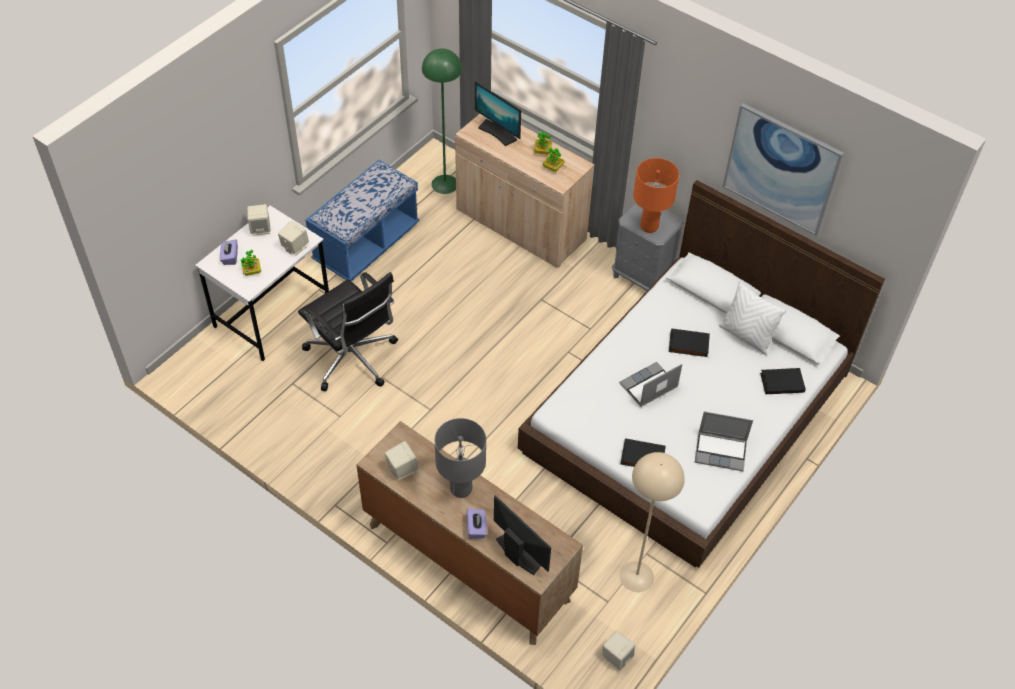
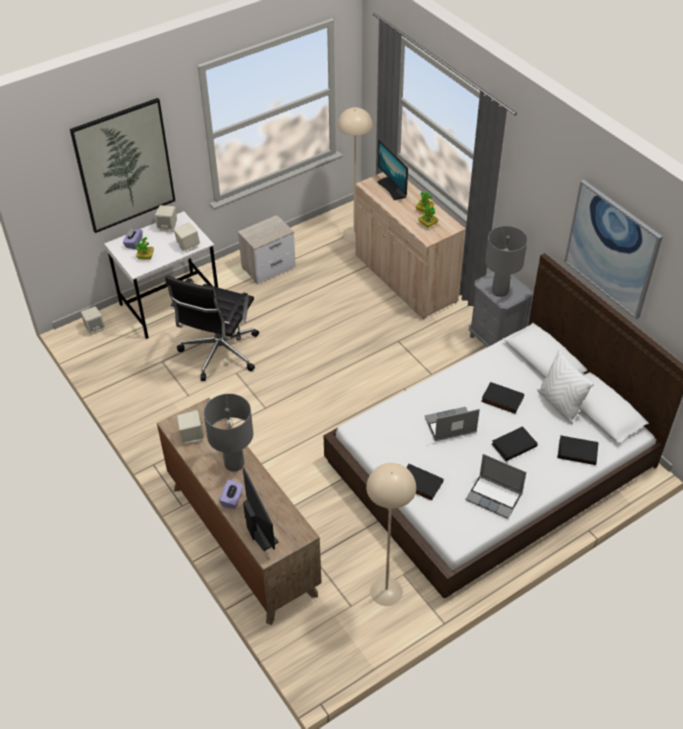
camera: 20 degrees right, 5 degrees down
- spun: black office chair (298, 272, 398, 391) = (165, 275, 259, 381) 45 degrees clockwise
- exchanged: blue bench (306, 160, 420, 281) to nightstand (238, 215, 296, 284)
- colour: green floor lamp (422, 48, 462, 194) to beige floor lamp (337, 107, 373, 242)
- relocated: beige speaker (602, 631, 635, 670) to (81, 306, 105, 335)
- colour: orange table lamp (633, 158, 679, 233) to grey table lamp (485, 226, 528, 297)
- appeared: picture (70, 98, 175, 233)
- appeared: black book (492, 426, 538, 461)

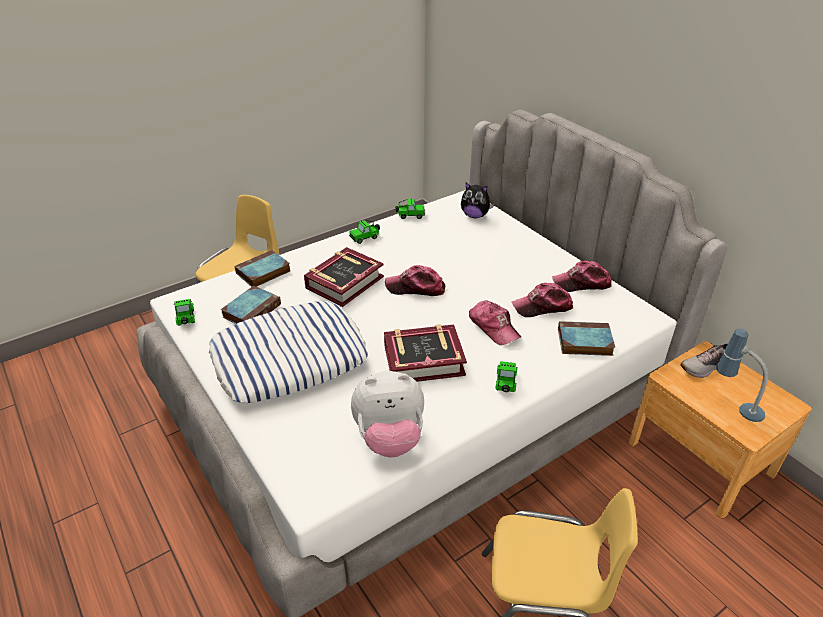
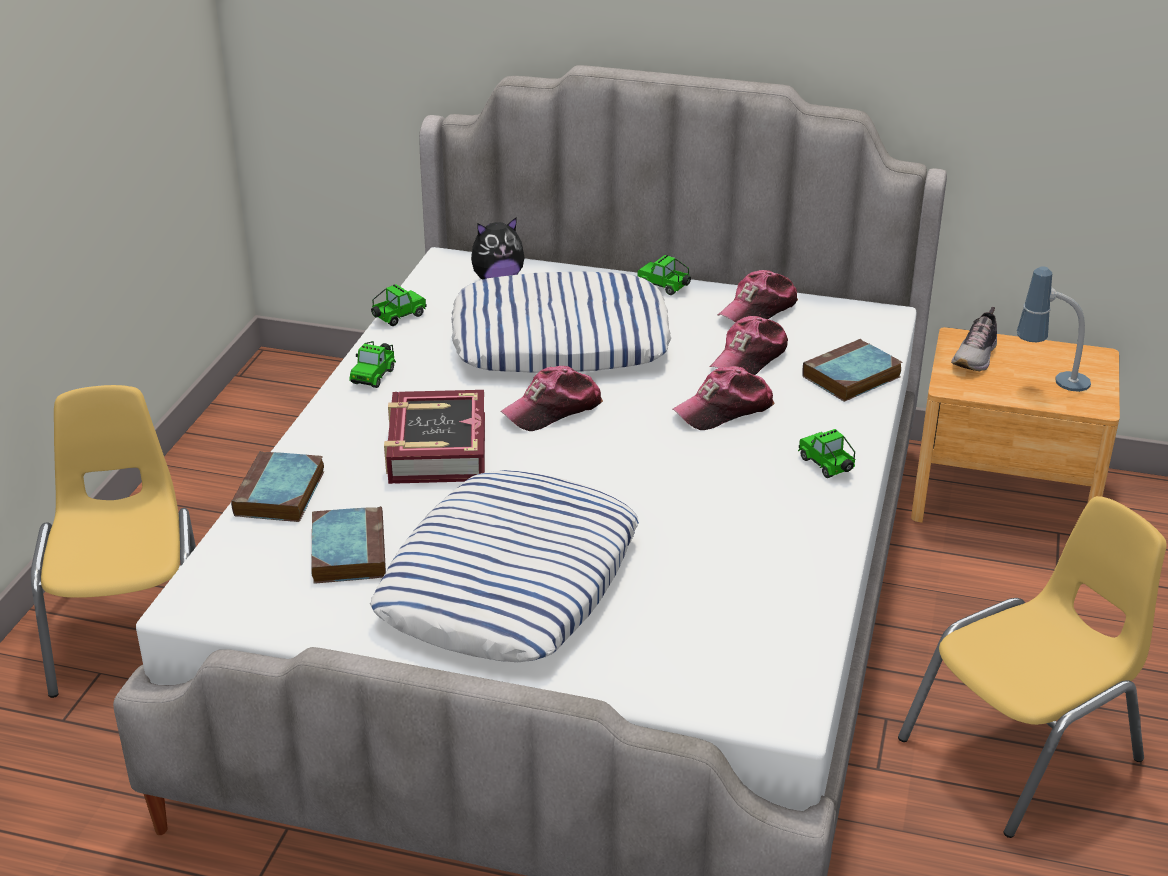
camera: 40 degrees left, 5 degrees down
- relocated: toy car (174, 299, 195, 326) to (637, 255, 691, 295)
- missing: plush toy (351, 371, 424, 457)
- missing: book (384, 324, 467, 382)
- spun: cap (469, 300, 521, 345) = (673, 366, 775, 430) 135 degrees clockwise
- appeared: pillow (451, 271, 671, 373)

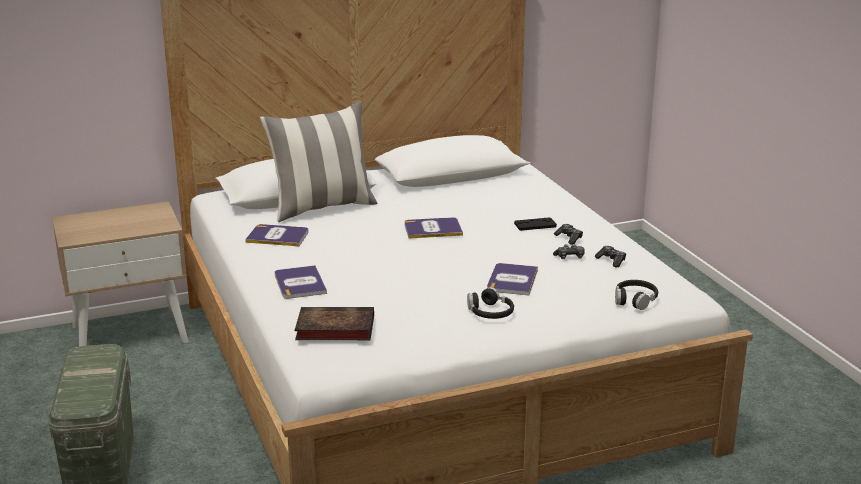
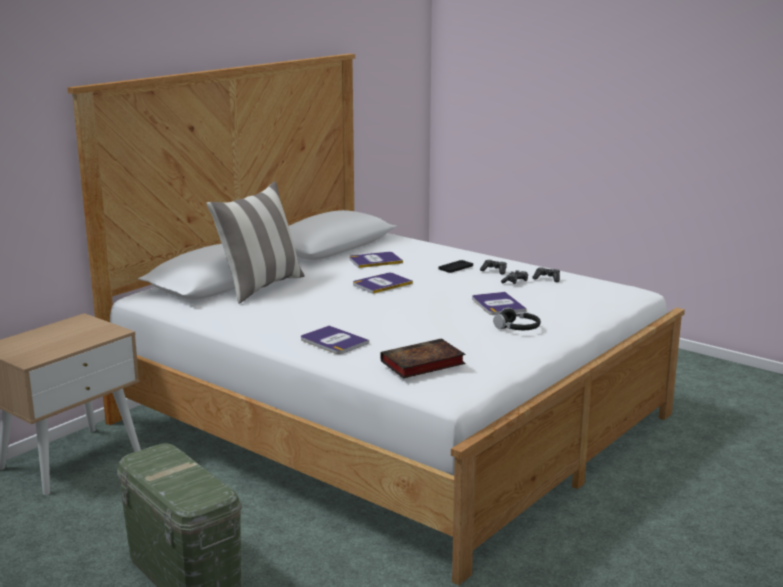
camera: 30 degrees left, 5 degrees down
- relocated: book (245, 224, 309, 246) to (349, 252, 403, 268)
- missing: black headphones (615, 280, 658, 310)

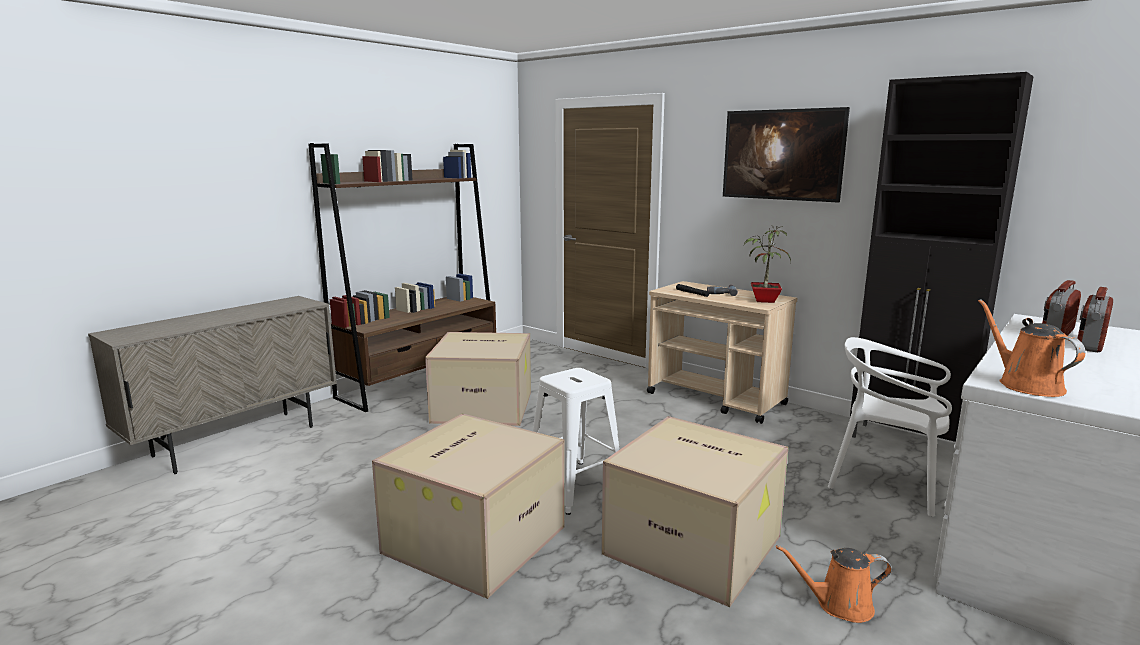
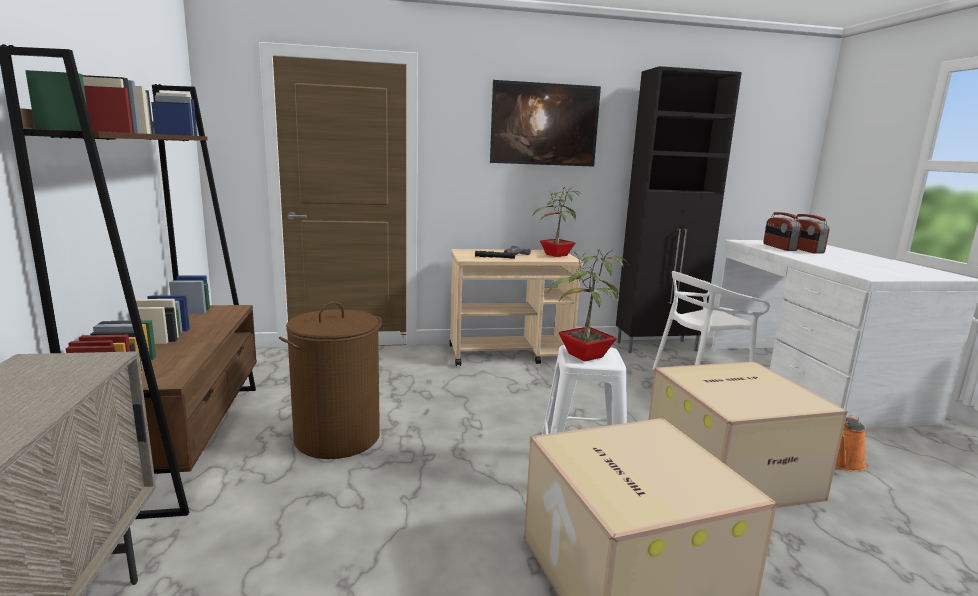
camera: 50 degrees left, 0 degrees up
- exchanged: cardboard box (425, 332, 531, 426) to brown laundry basket (279, 302, 382, 459)
- missing: orange watering can (978, 299, 1085, 397)
- appeared: potted plant (547, 249, 629, 361)

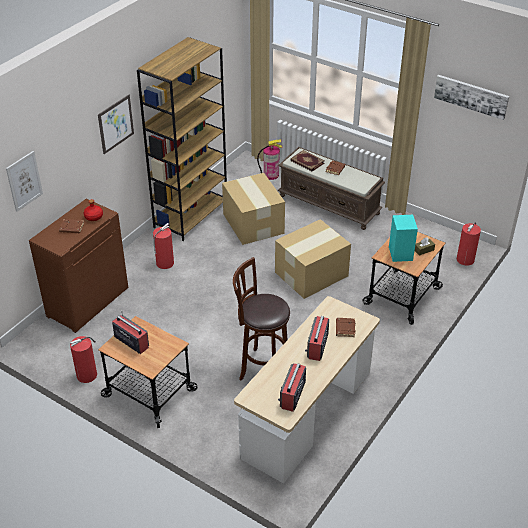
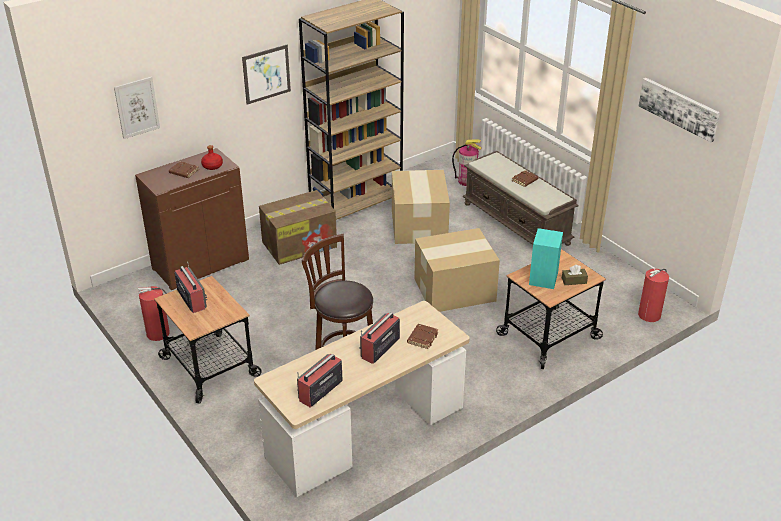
camera: 20 degrees right, 5 degrees down
- exchanged: fire extinguisher (153, 223, 174, 269) to cardboard box (259, 190, 337, 265)
- missing: book (291, 150, 325, 172)

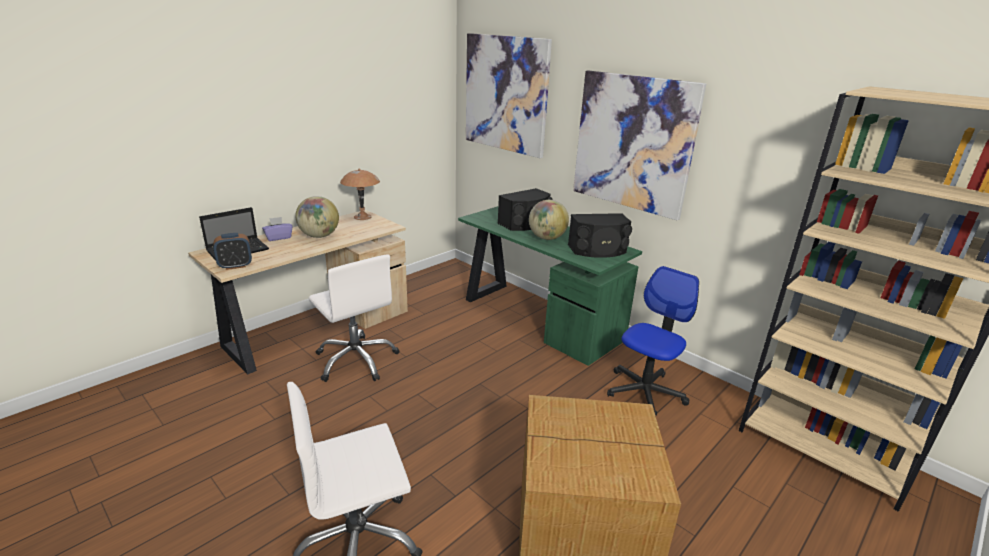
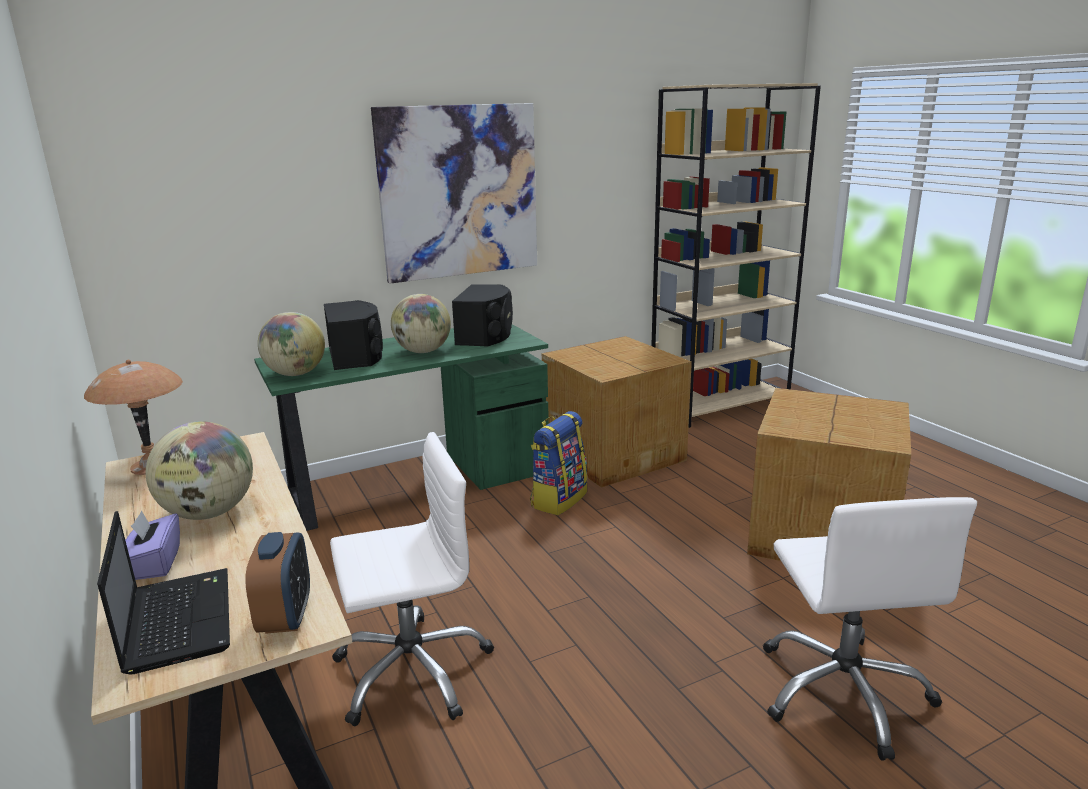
camera: 70 degrees left, 5 degrees down
- missing: picture (466, 33, 552, 158)
- exchanged: office chair (607, 266, 699, 415) to cardboard box (542, 336, 692, 488)
- appeared: globe (258, 312, 325, 376)
- appeared: backpack (530, 411, 588, 515)

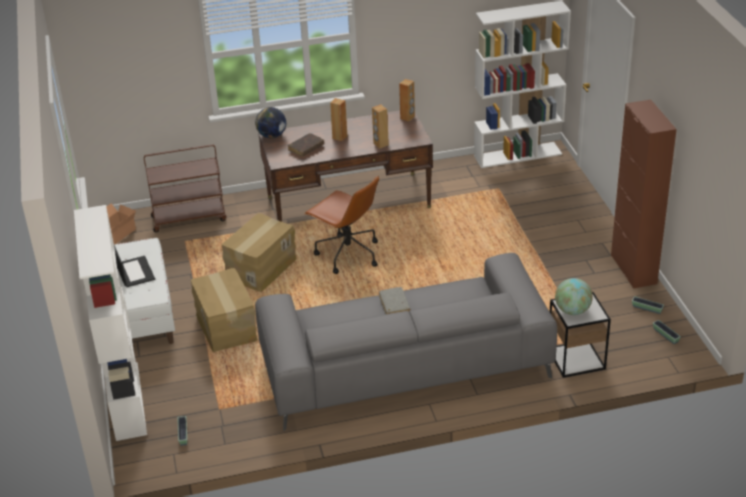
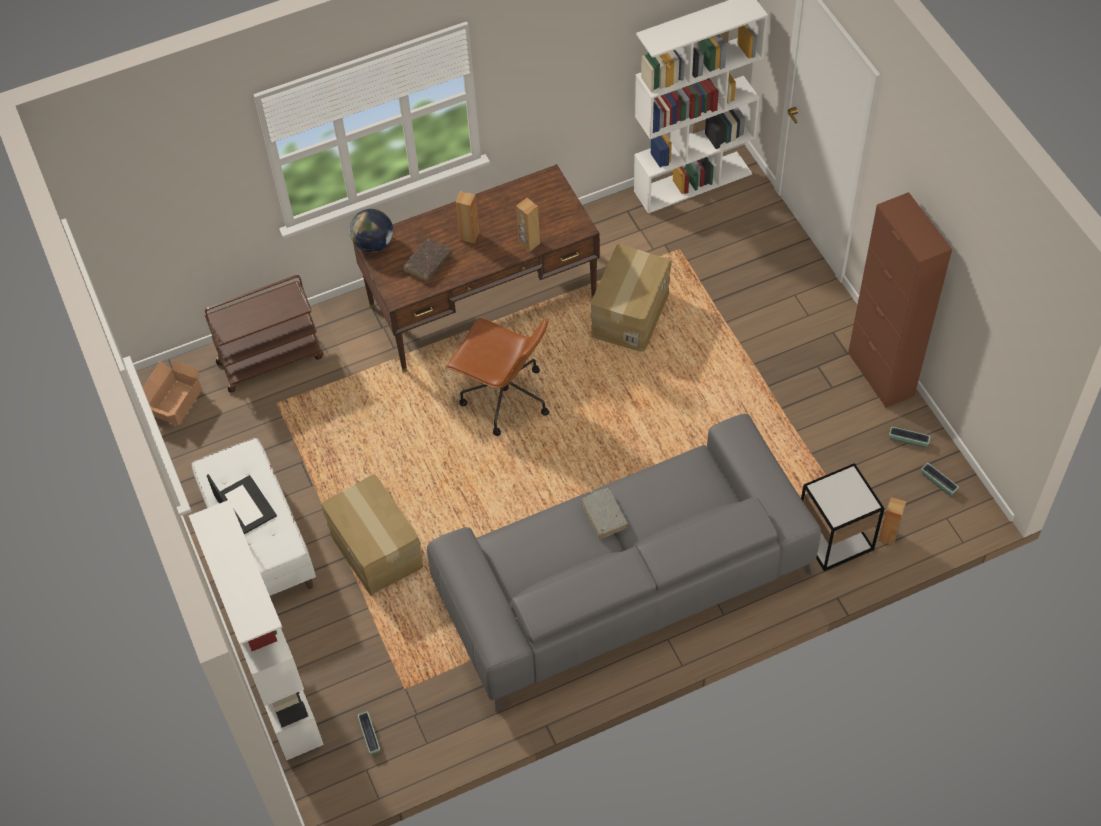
camera: 10 degrees left, 20 degrees up
- relocated: cardboard box (222, 213, 296, 292) to (590, 244, 672, 352)
- relocated: brown speaker (399, 79, 415, 122) to (879, 497, 906, 545)
- missing: globe (555, 278, 593, 315)

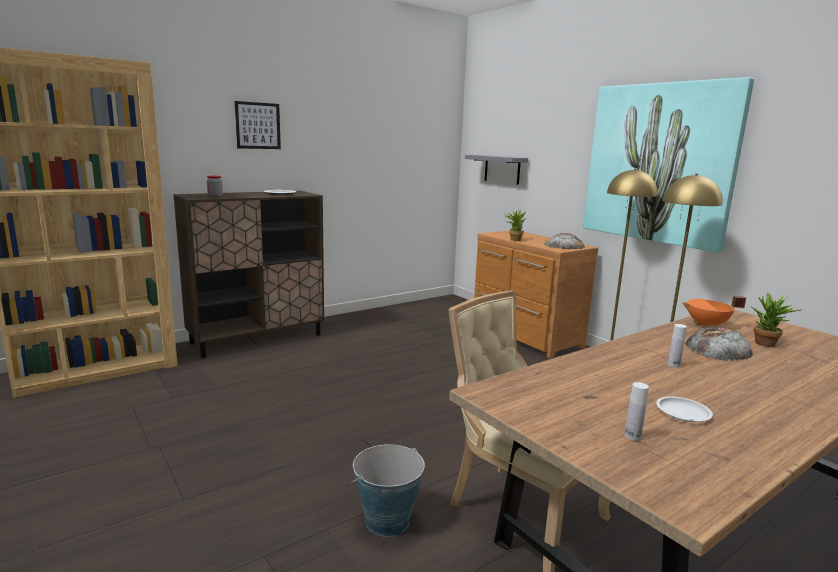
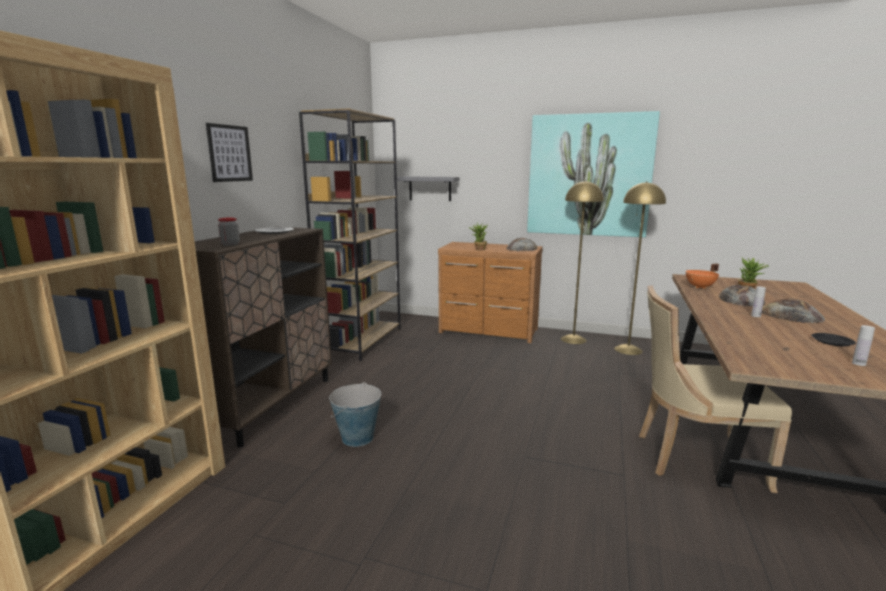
camera: 35 degrees left, 0 degrees up
- relocated: bucket (351, 444, 425, 537) to (329, 382, 381, 447)
- colour: white plate (656, 396, 713, 422) to black plate (811, 333, 856, 346)
- appeared: brown bookcase (299, 108, 401, 361)
- appeared: bread (762, 298, 825, 323)

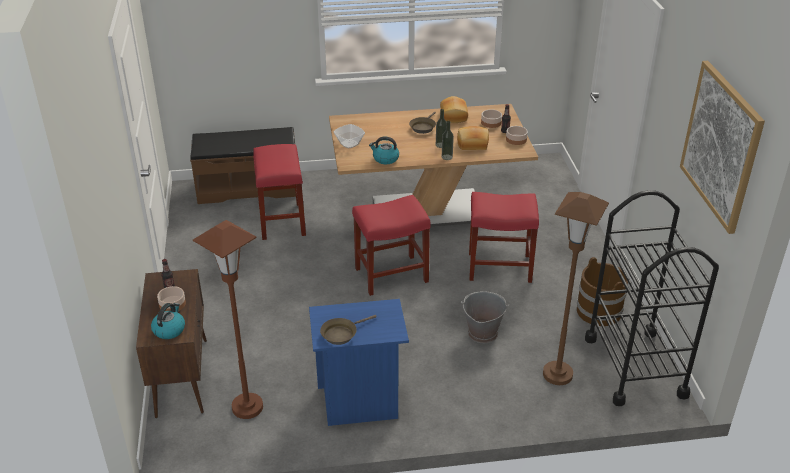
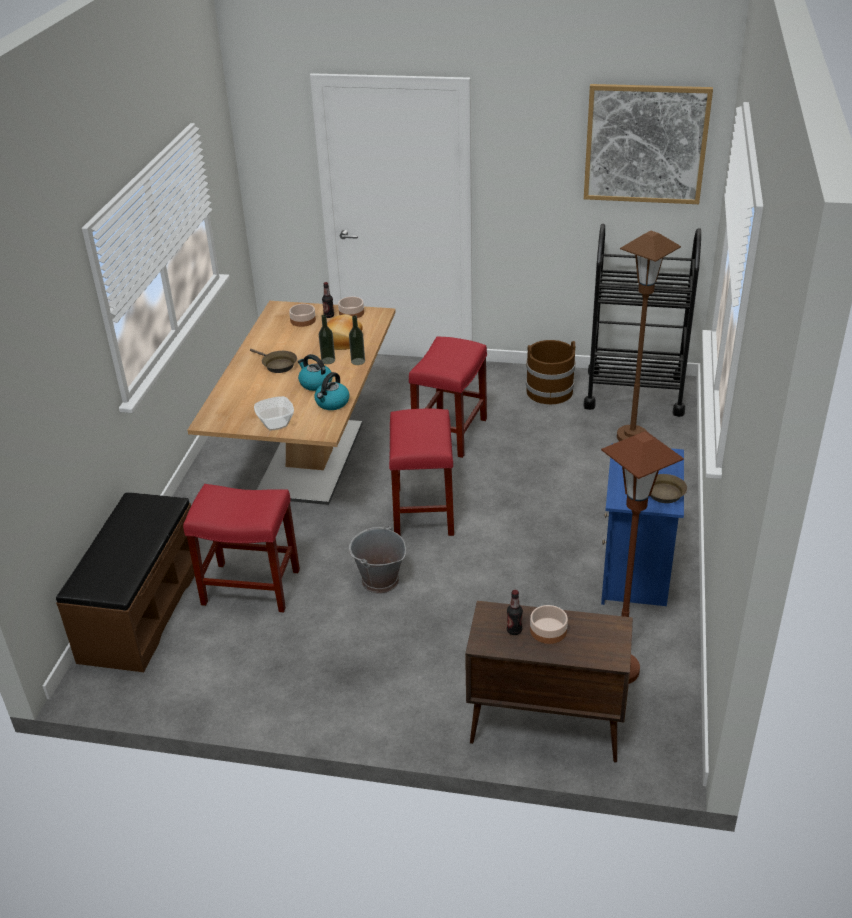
camera: 70 degrees left, 0 degrees up
- relocated: kettle (151, 303, 185, 339) to (298, 354, 332, 391)
- missing: bread (440, 96, 468, 123)
- relocated: grey bucket (461, 291, 509, 343) to (349, 525, 406, 594)

